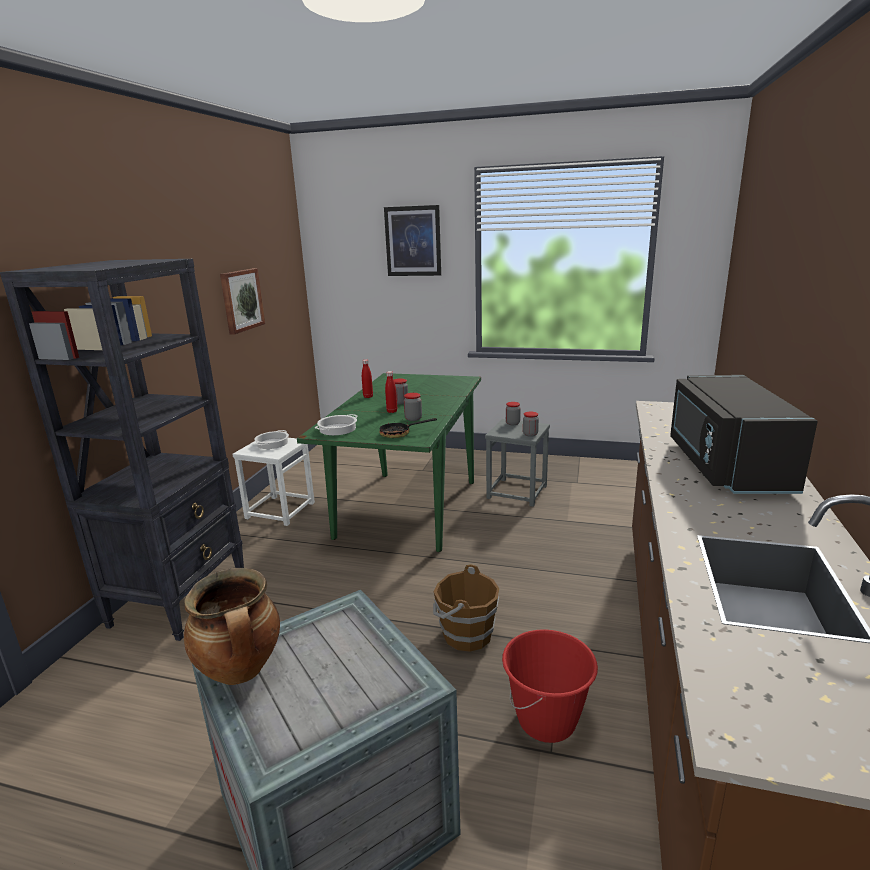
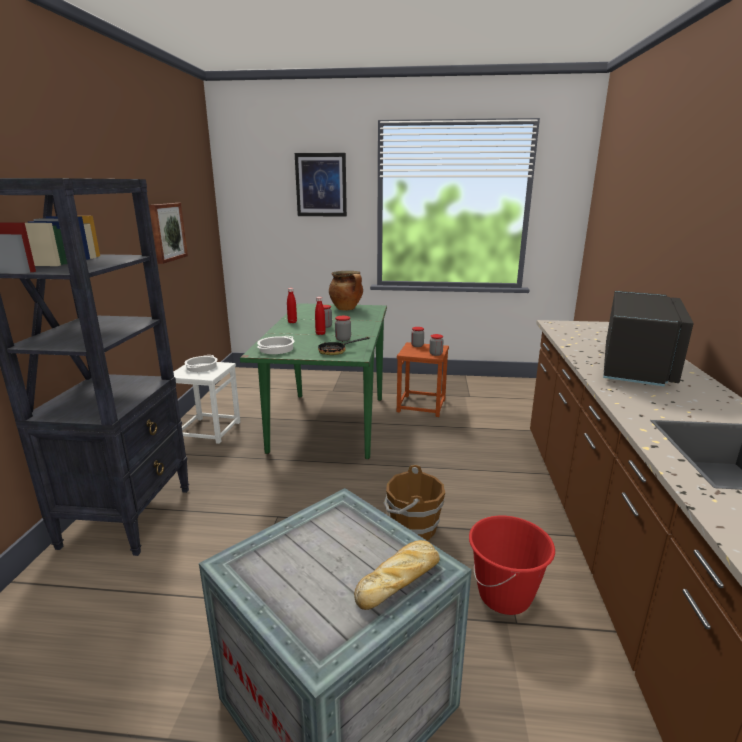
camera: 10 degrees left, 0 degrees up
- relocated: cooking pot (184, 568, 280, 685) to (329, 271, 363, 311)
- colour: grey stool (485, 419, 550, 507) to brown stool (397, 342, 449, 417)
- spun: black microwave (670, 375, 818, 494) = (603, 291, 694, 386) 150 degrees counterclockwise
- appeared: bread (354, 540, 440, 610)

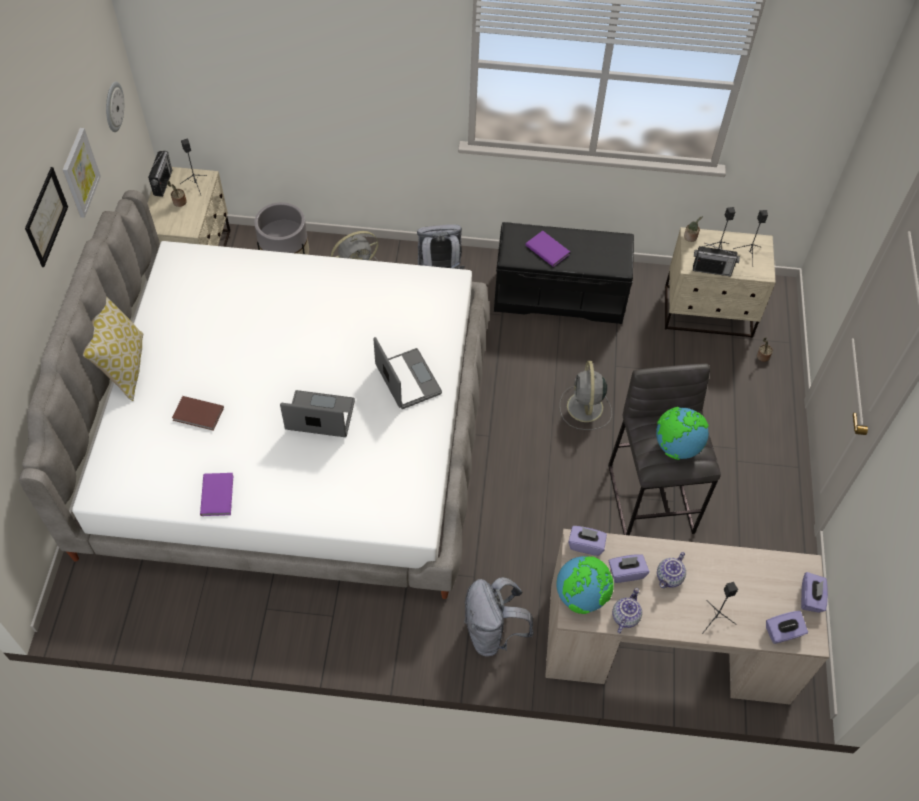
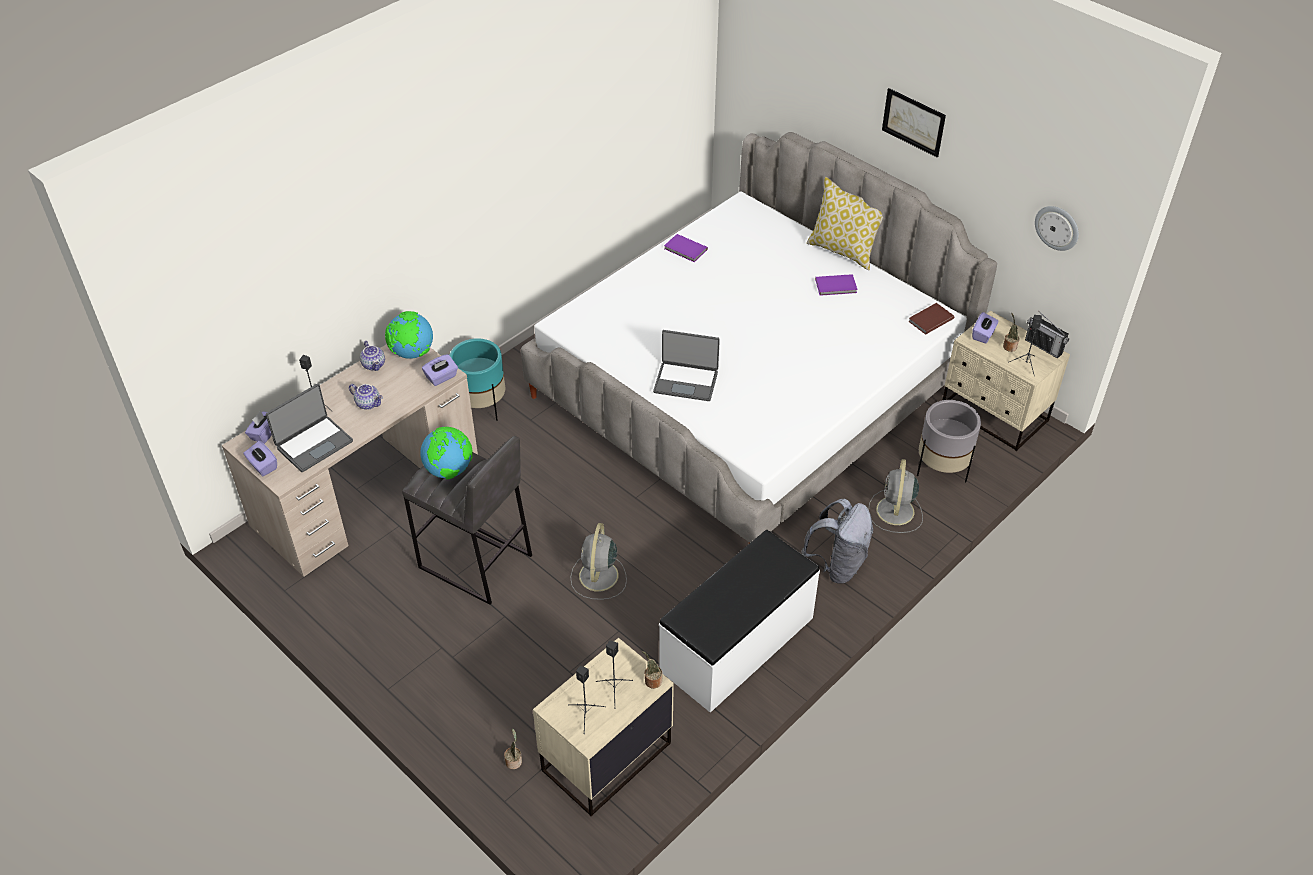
camera: 130 degrees right, 10 degrees down
- missing: picture (62, 128, 101, 218)
- relocated: brown book (172, 396, 224, 431) to (908, 303, 954, 335)
- relocated: laptop (280, 390, 355, 437) to (266, 384, 353, 472)
- exchanged: grey backpack (464, 577, 534, 656) to turquoise planter (450, 338, 505, 421)
- colour: black bench (494, 222, 634, 324) to white bench (659, 530, 820, 713)
- relocated: purple book (525, 231, 570, 267) to (815, 274, 858, 296)
- spun: grey fan (560, 361, 612, 430) = (570, 523, 627, 600) 120 degrees counterclockwise
- relocated: purple tissue box (609, 554, 649, 583) to (972, 312, 999, 344)
- spun: teapot (657, 552, 686, 588) = (349, 384, 383, 410) 135 degrees clockwise
- missing: radio (693, 243, 740, 277)

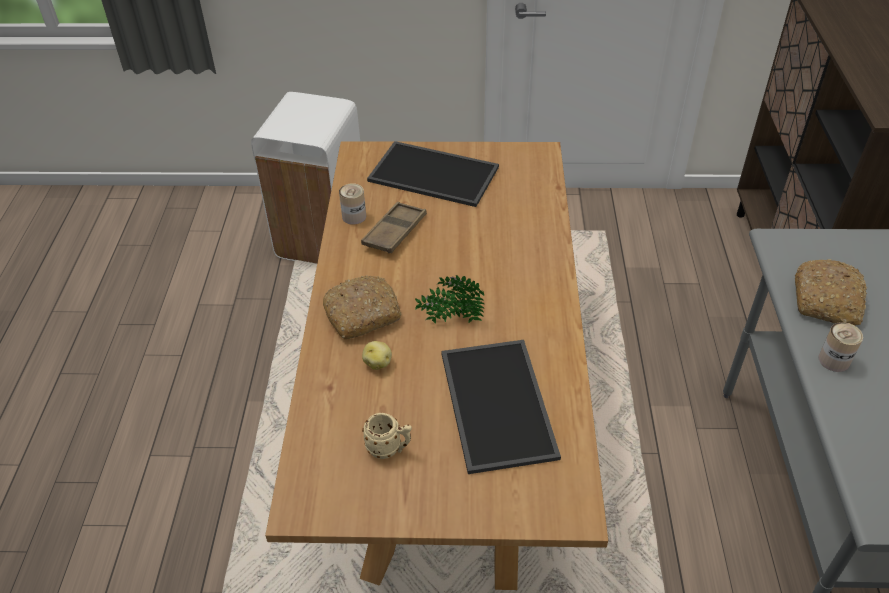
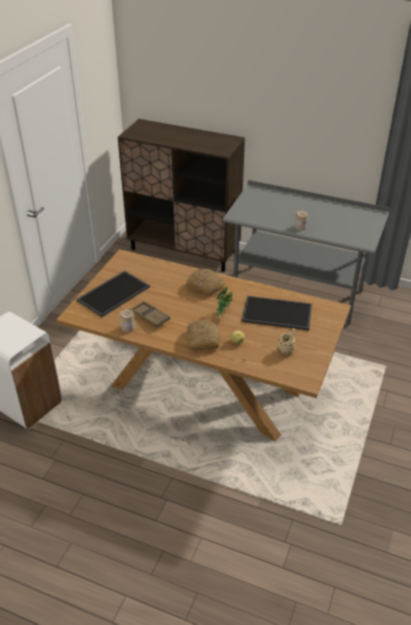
camera: 70 degrees left, 5 degrees down
- relocated: bread (794, 259, 867, 326) to (186, 268, 225, 296)

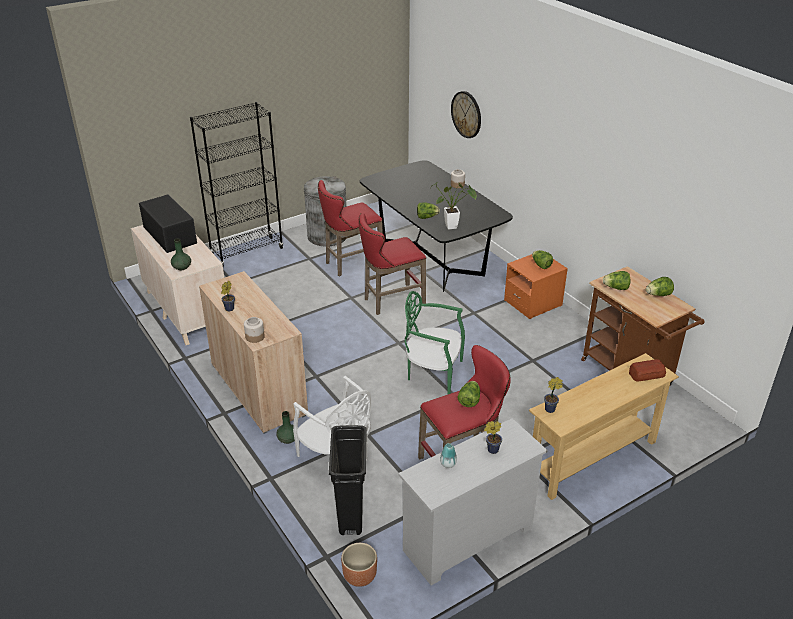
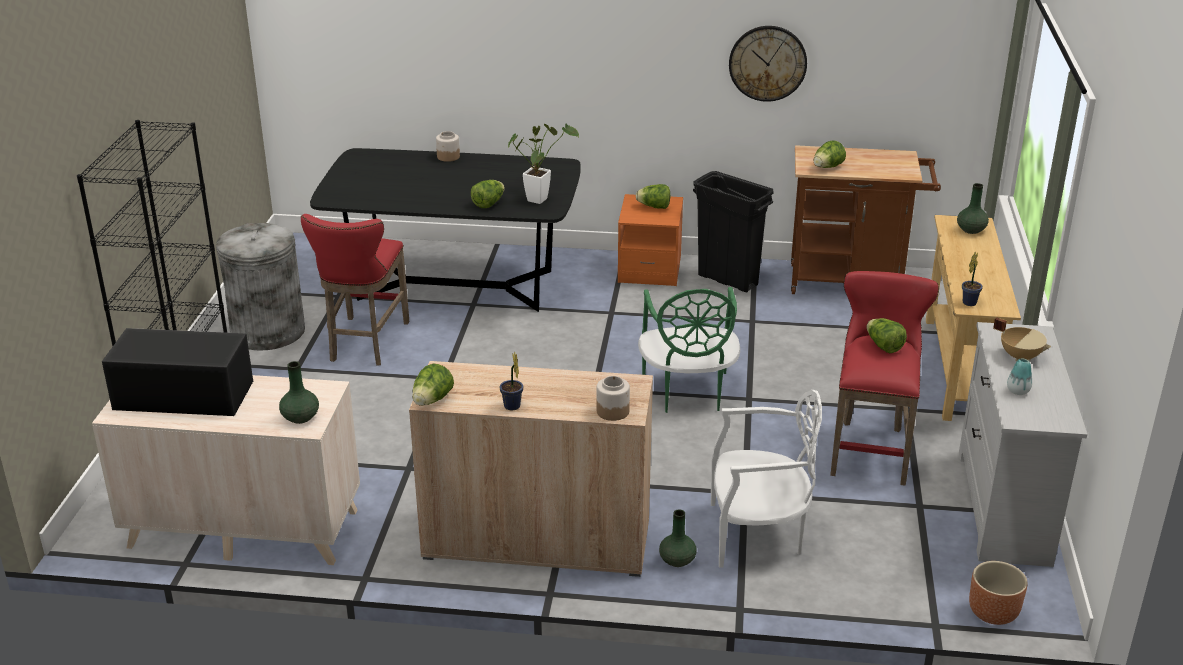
camera: 50 degrees left, 5 degrees down
- relocated: black trash can (329, 425, 367, 535) to (693, 171, 774, 292)
- missing: red stool (358, 213, 426, 315)
- spun: green chair (405, 291, 465, 394) = (638, 287, 740, 413) 60 degrees counterclockwise
- relocated: wall clock (451, 91, 481, 138) to (729, 26, 807, 102)
- exchanged: potted plant (484, 421, 502, 454) to beige cooking pot (993, 318, 1051, 361)
- exchanged: bread (629, 359, 666, 382) to green vase (957, 183, 989, 234)
- relocated: lettuce (646, 277, 674, 296) to (412, 364, 454, 406)

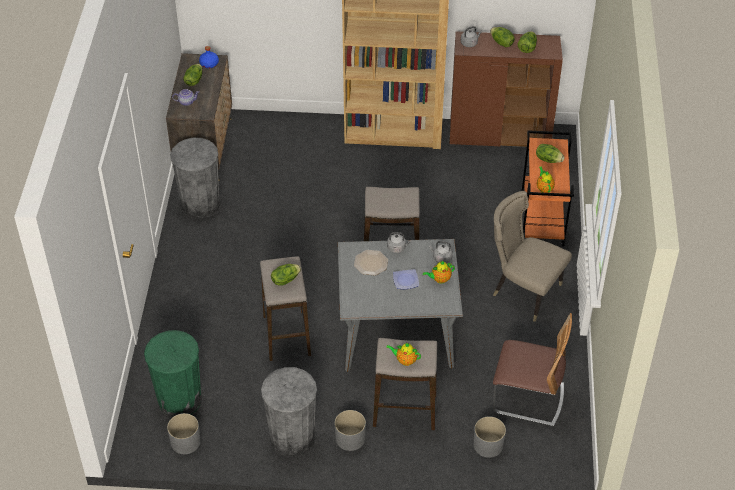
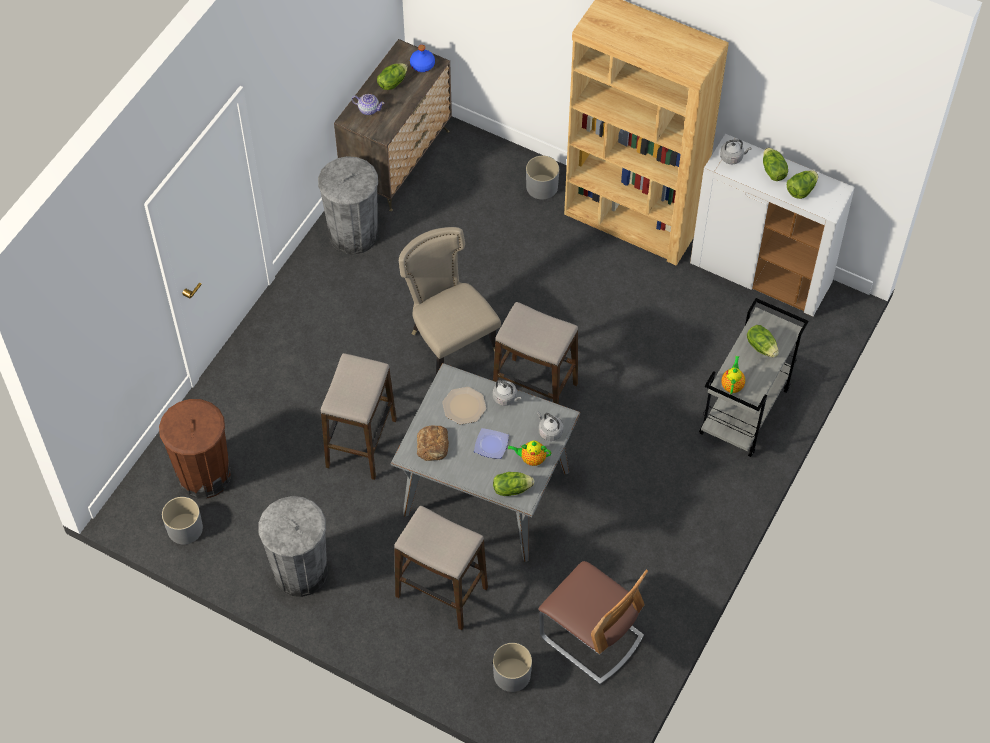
camera: 25 degrees right, 10 degrees up
- colour: green trash can (144, 330, 202, 417) to brown trash can (159, 399, 231, 499)
- relocated: lettuce (271, 264, 301, 286) to (493, 472, 534, 496)
- relocated: grey planter (335, 410, 366, 451) to (526, 156, 559, 200)
- missing: teapot (386, 343, 421, 366)
- colour: brown cabinet (449, 31, 563, 147) to white cabinet (690, 134, 855, 316)
- relocated: beige chair (493, 191, 572, 322) to (399, 227, 501, 374)
- colour: orange cart (522, 130, 574, 246) to grey cart (699, 298, 809, 457)
- appeared: bread (417, 425, 449, 461)

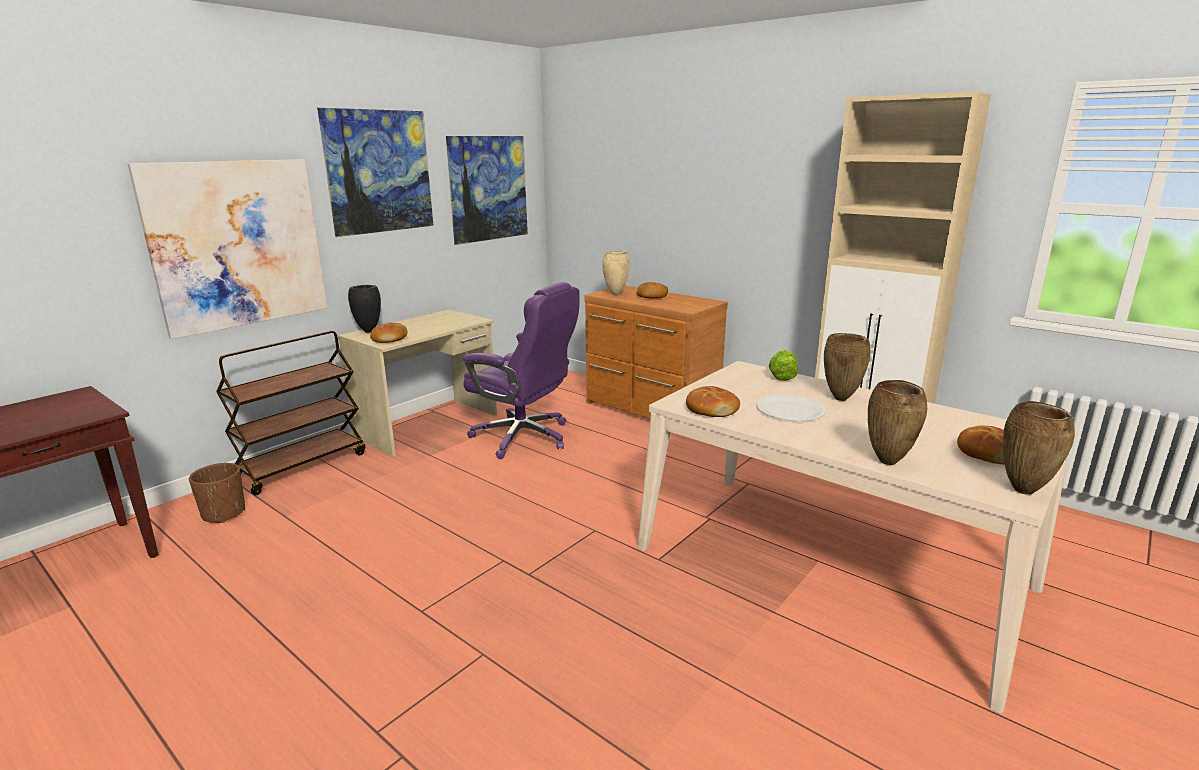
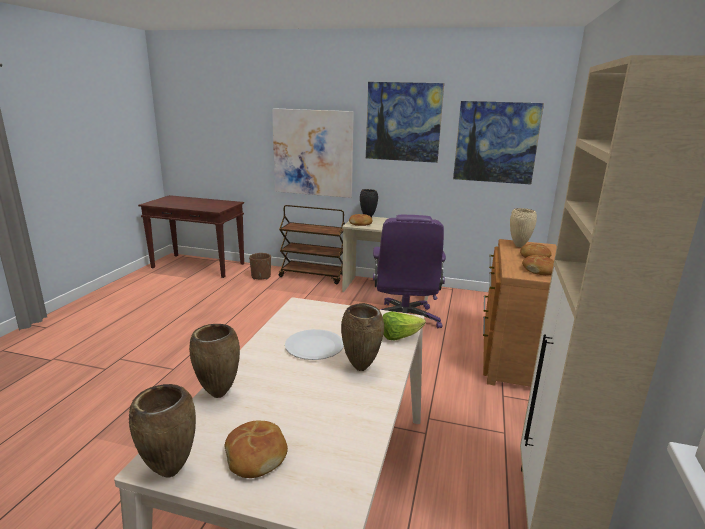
camera: 65 degrees right, 0 degrees up
- relocated: bread (686, 386, 740, 417) to (522, 255, 554, 275)

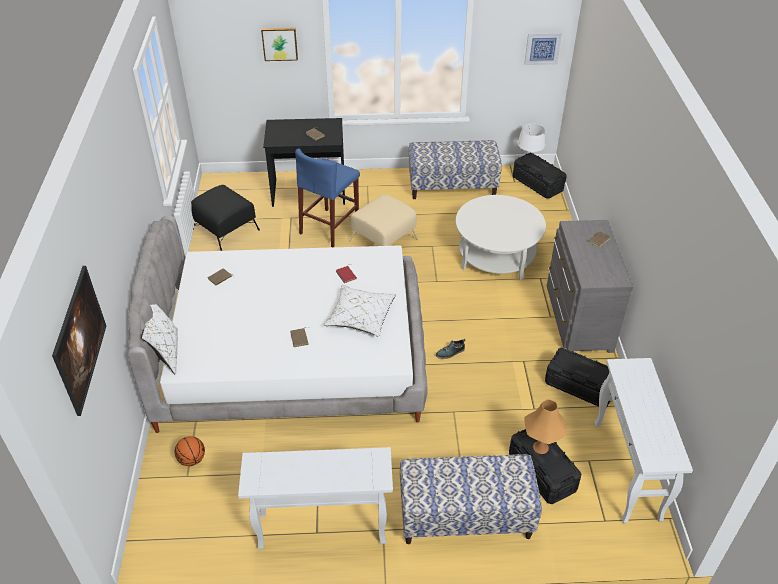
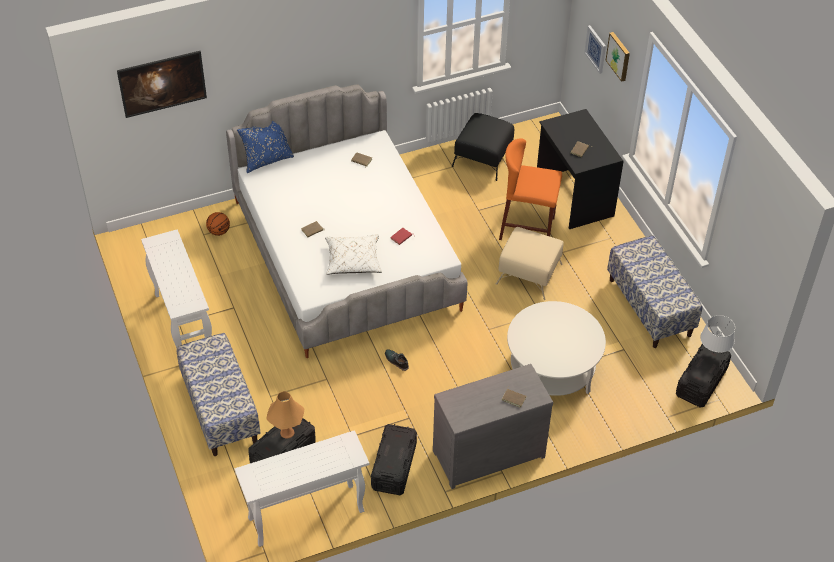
camera: 70 degrees right, 5 degrees up
- colour: white pillow (141, 304, 178, 374) to blue pillow (237, 121, 294, 173)
- colour: blue stool (295, 148, 360, 247) to orange stool (499, 138, 562, 240)
- relocated: picture (524, 32, 562, 65) to (584, 25, 606, 74)

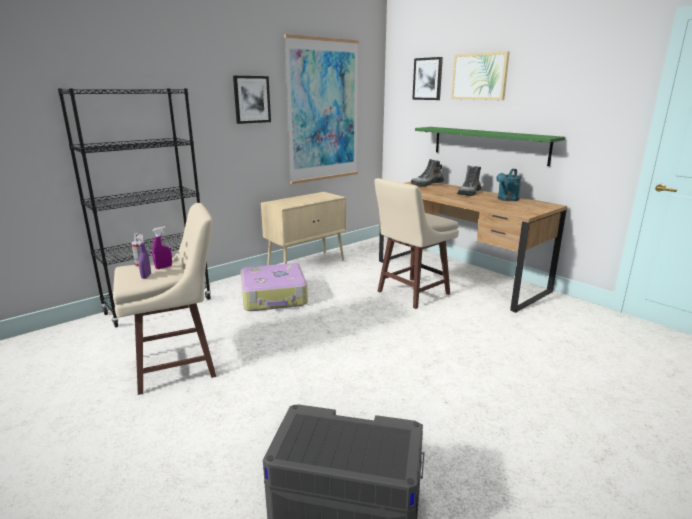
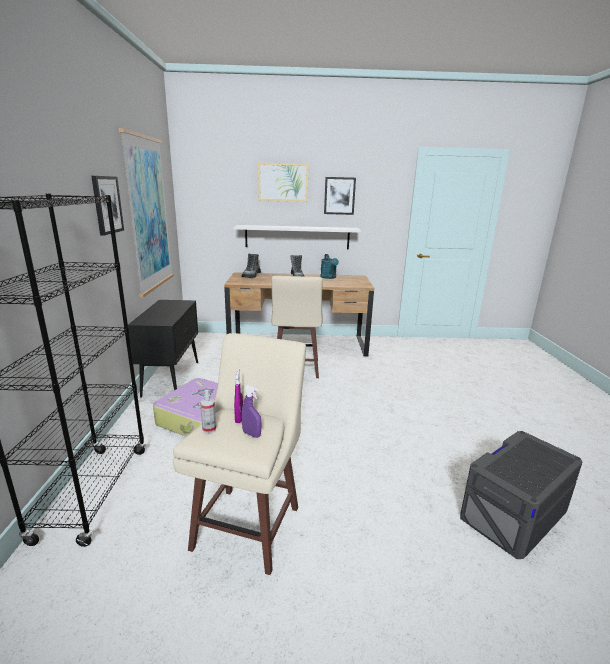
camera: 50 degrees left, 0 degrees up
- colour: beige cabinet (261, 192, 346, 265) to black cabinet (128, 300, 198, 398)
- relocated: picture (412, 57, 443, 100) to (324, 177, 356, 215)
- colour: green shelf (415, 127, 565, 166) to white shelf (234, 225, 361, 249)

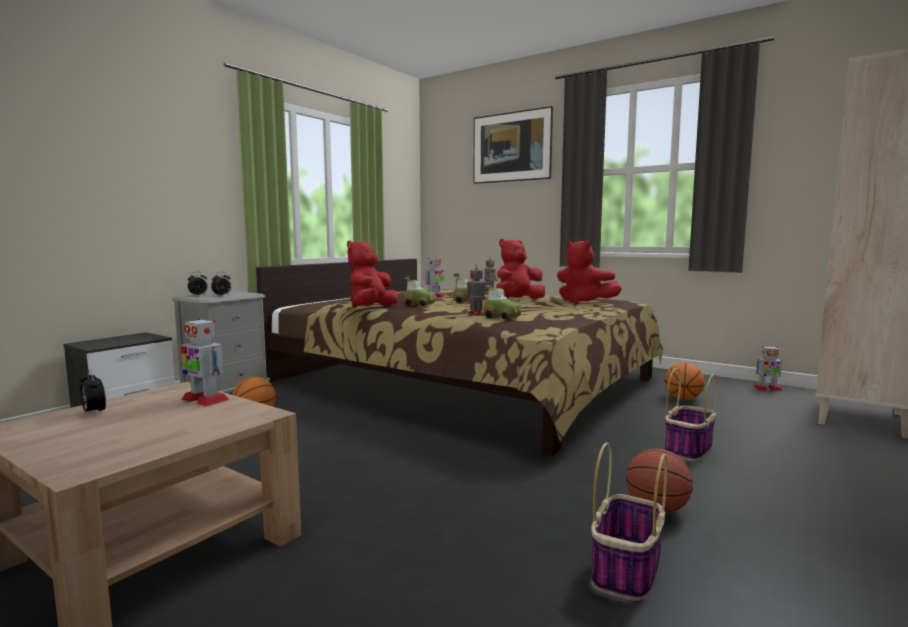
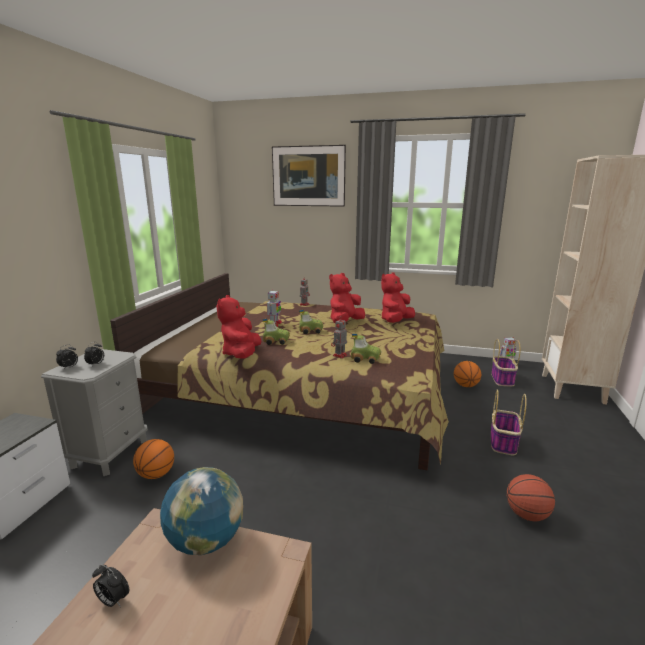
camera: 20 degrees left, 10 degrees up
- exchanged: toy robot (181, 318, 230, 407) to globe (160, 467, 243, 555)
- spun: red plush toy (557, 240, 622, 305) = (381, 272, 415, 323) 105 degrees clockwise
- relocated: basket (591, 443, 667, 601) to (491, 339, 521, 386)

